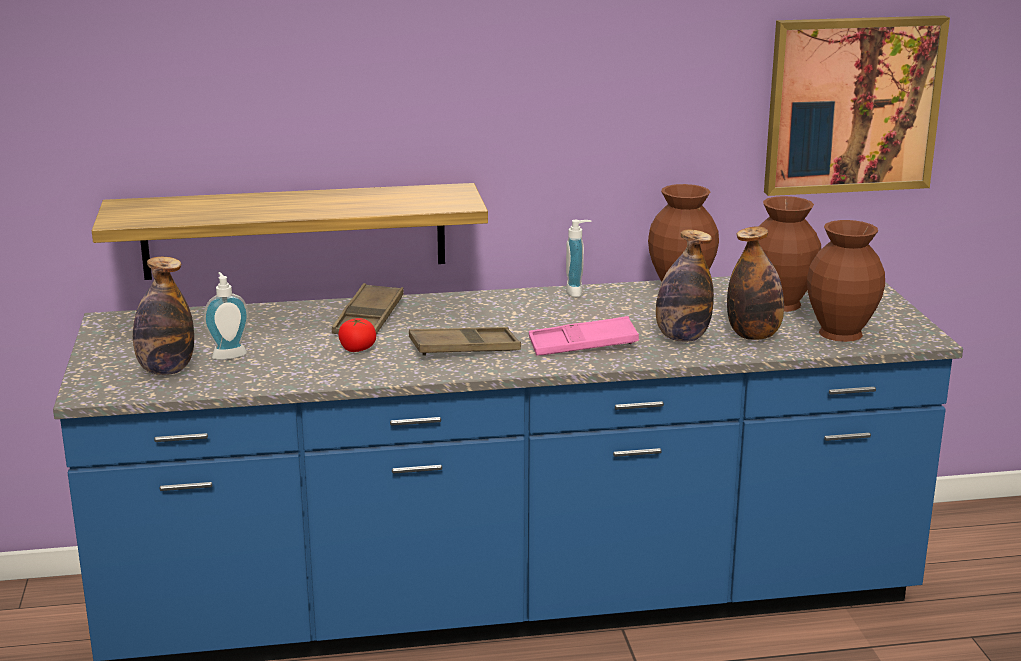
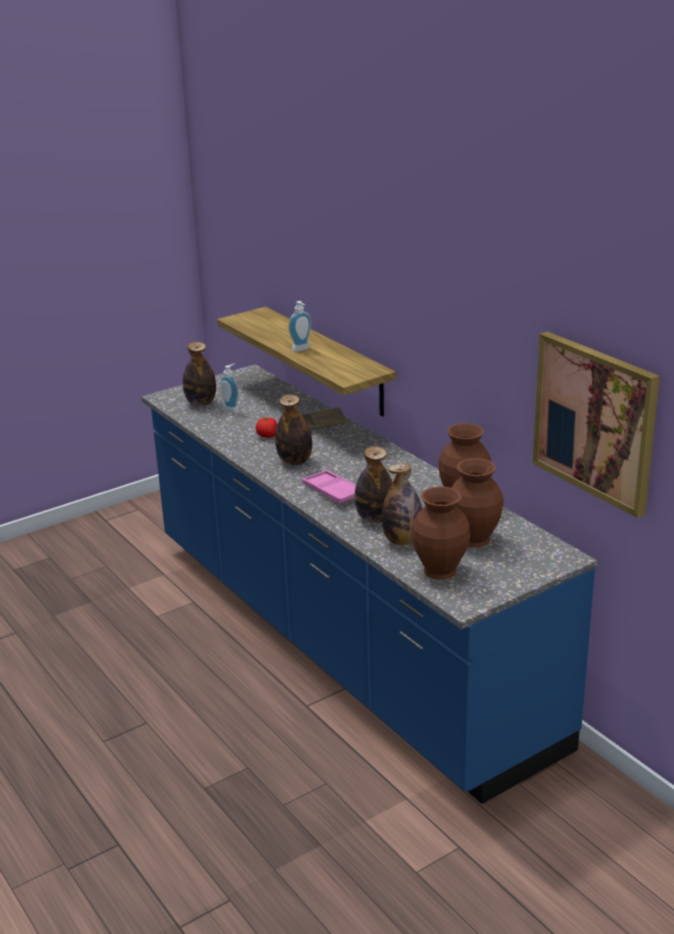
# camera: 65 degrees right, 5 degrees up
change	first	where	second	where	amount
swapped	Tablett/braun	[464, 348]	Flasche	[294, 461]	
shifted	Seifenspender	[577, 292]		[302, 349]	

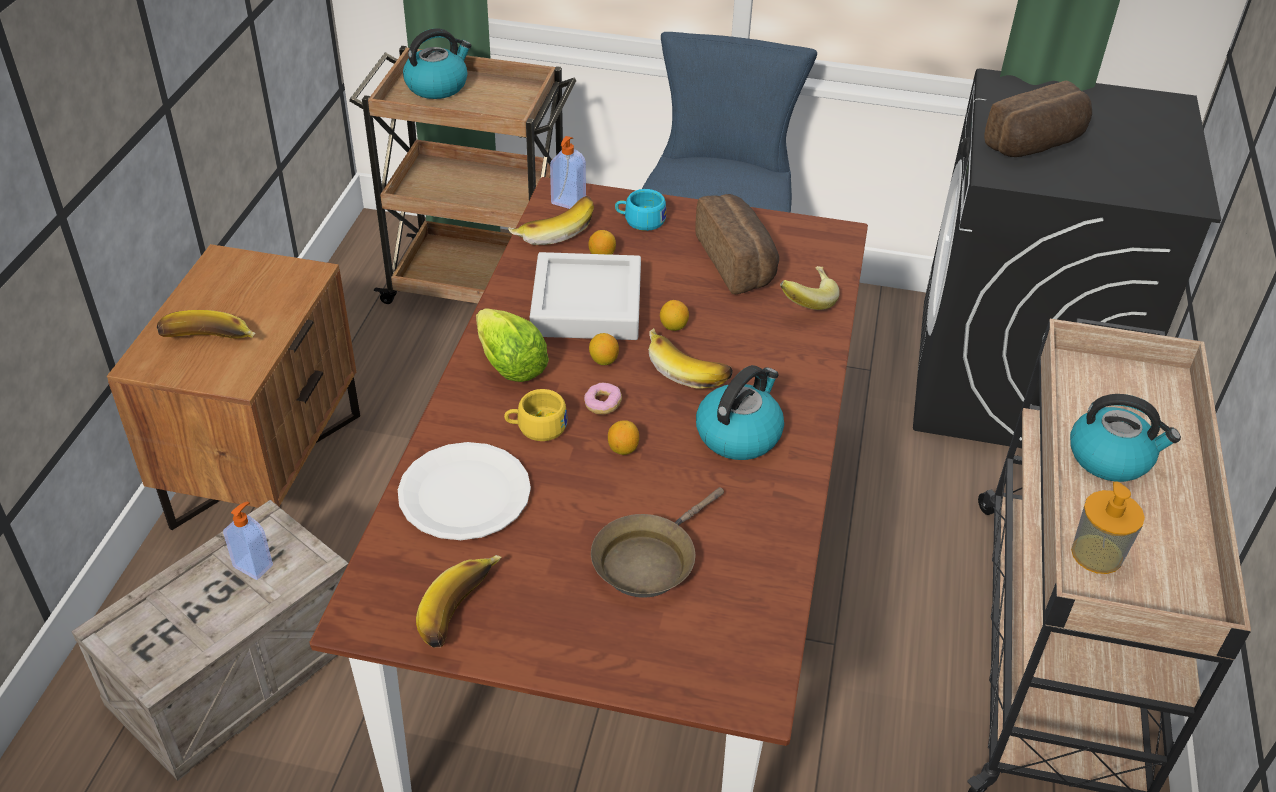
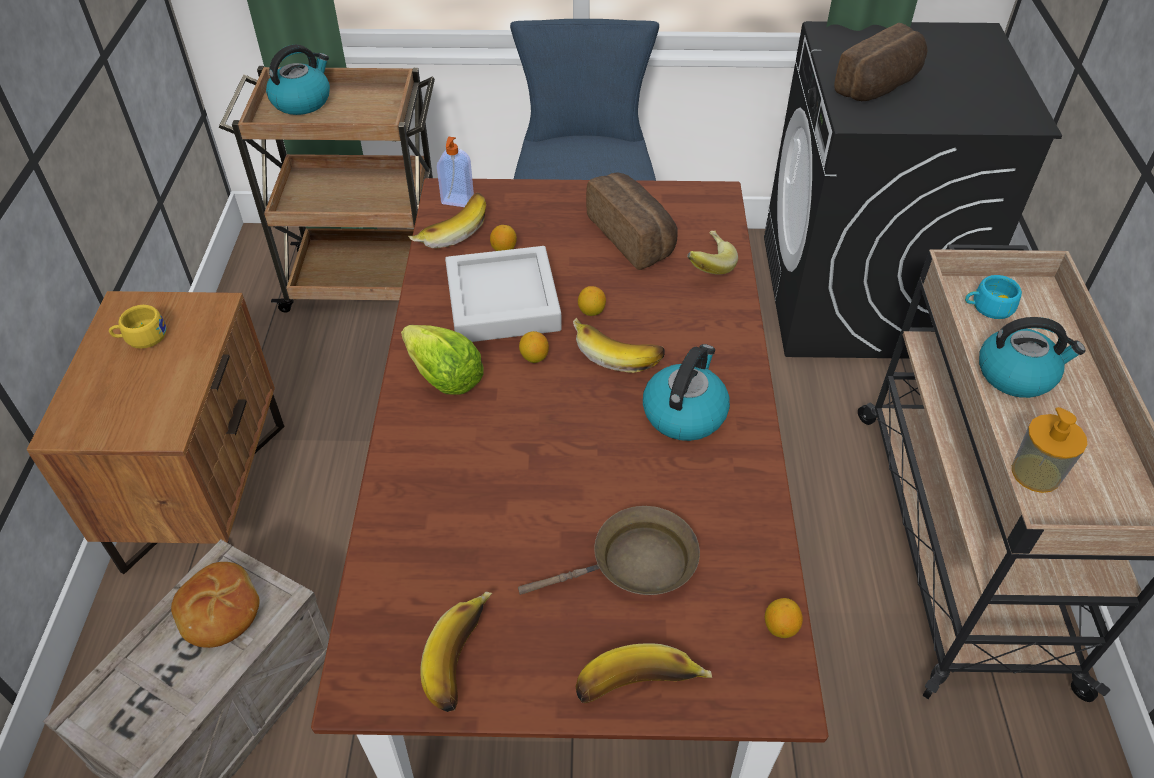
# camera: 10 degrees left, 5 degrees up
change	first	where	second	where	amount
shifted	Banane	[208, 343]		[640, 691]	
swapped	Seifenspender	[254, 565]	Brot	[219, 612]	
gone	Teller/weiß	[465, 493]			
shifted	Tasse/gelb	[536, 427]		[141, 337]	
gone	Donut	[603, 405]			
rotated	Pfanne/braun	[648, 560]		[635, 564]	135 degrees counterclockwise
shifted	Zitrone	[623, 449]		[780, 627]	
shifted	Tasse/türkis	[640, 220]		[987, 307]	

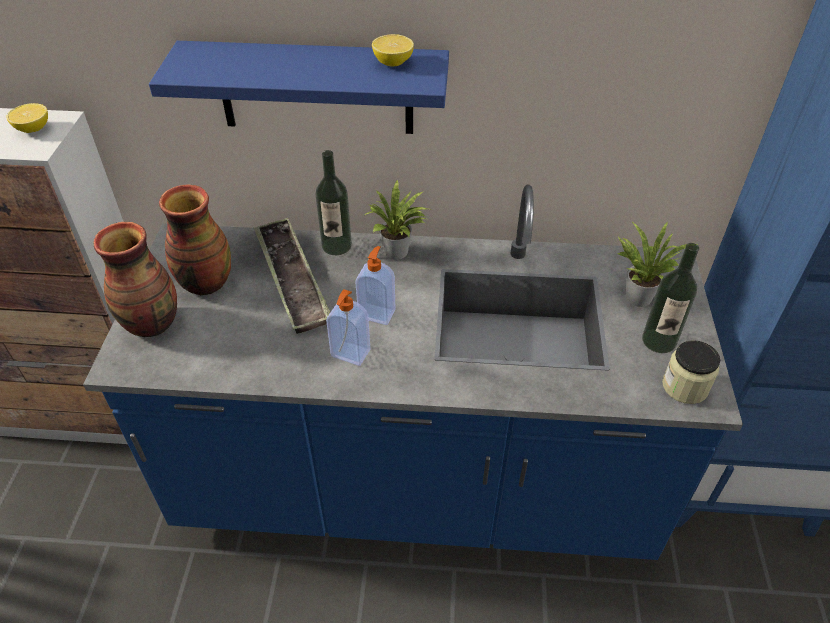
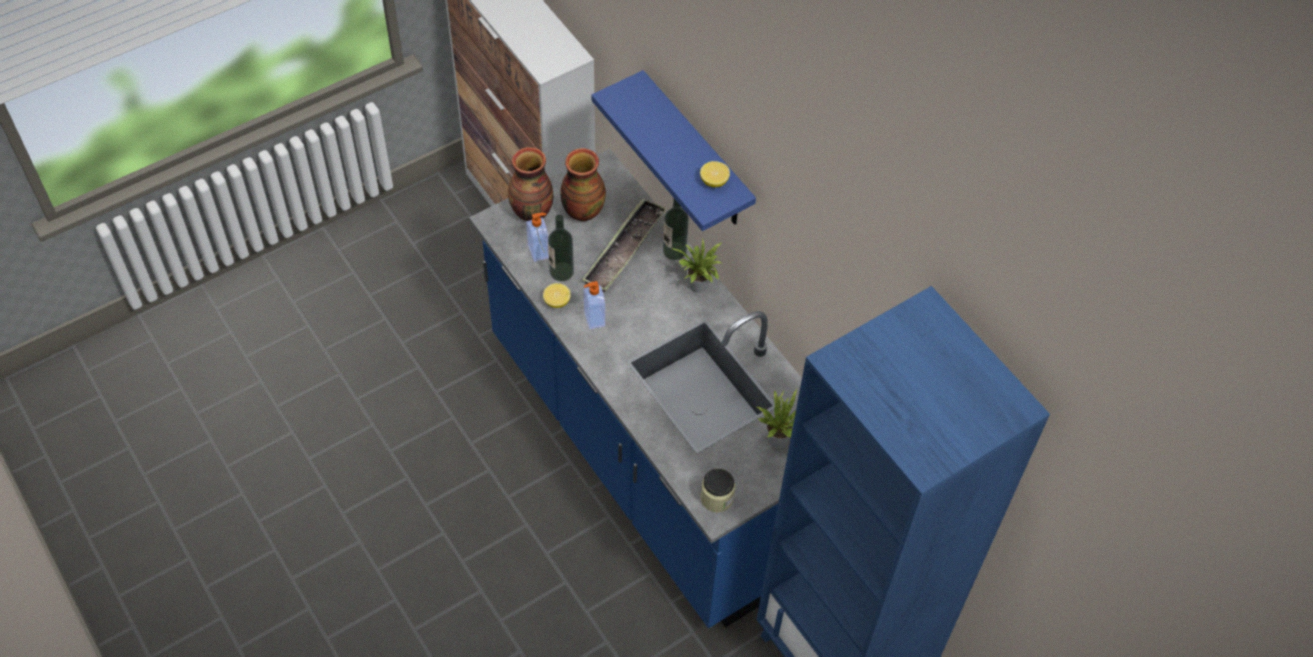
# camera: 50 degrees right, 10 degrees up
change	first	where	second	where	amount
shifted	Zitrone	[33, 129]		[557, 302]	
shifted	Seifenspender	[377, 313]		[539, 251]	
shifted	Flasche	[659, 340]		[561, 271]	

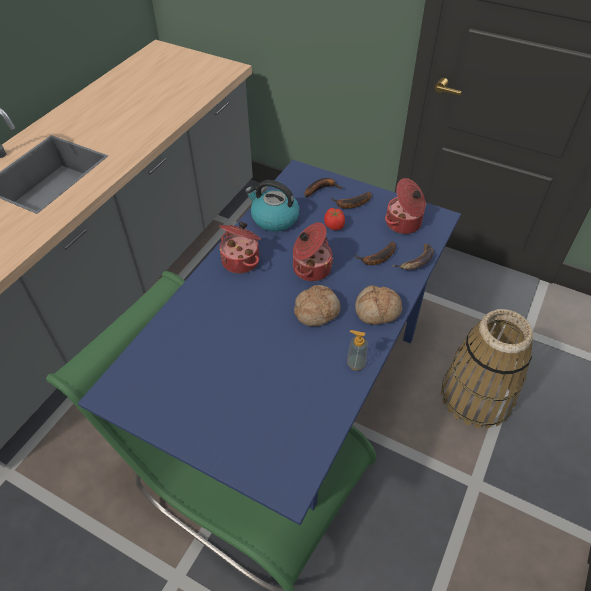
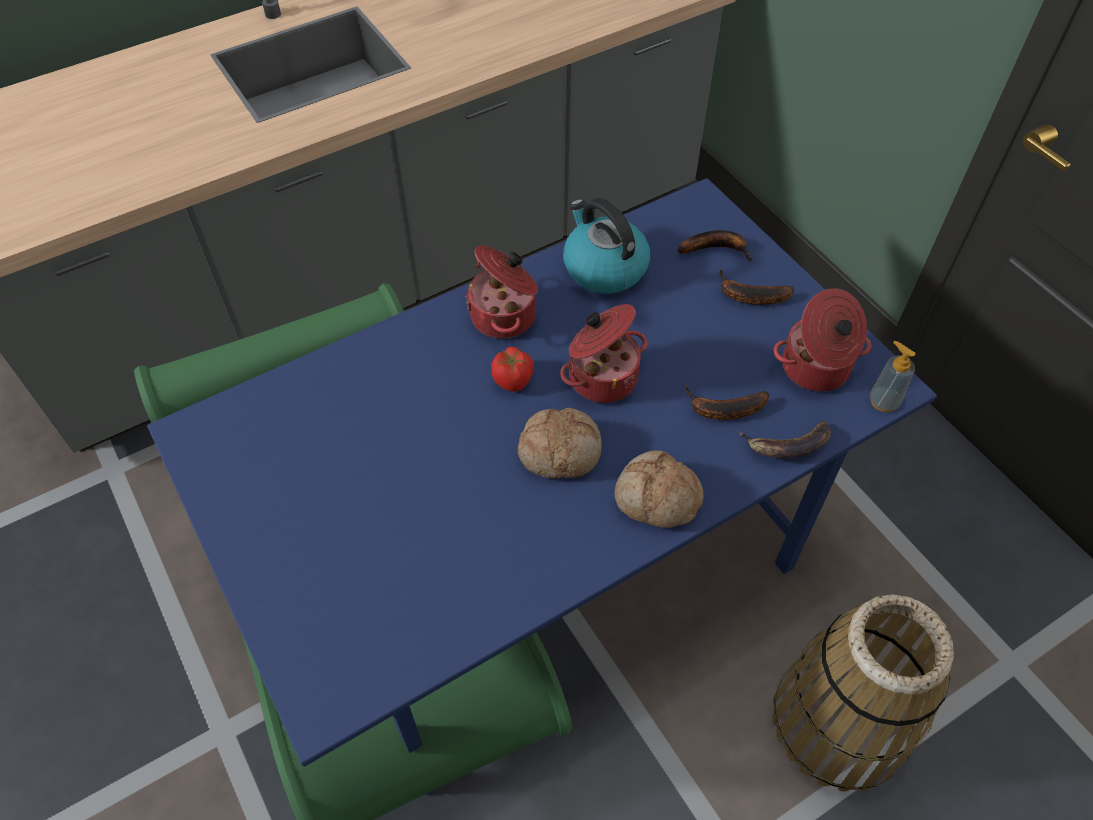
# camera: 30 degrees right, 5 degrees up
change	first	where	second	where	amount
shifted	Tomate	[334, 226]		[513, 380]	
shifted	Seifenspender	[356, 363]		[883, 401]	

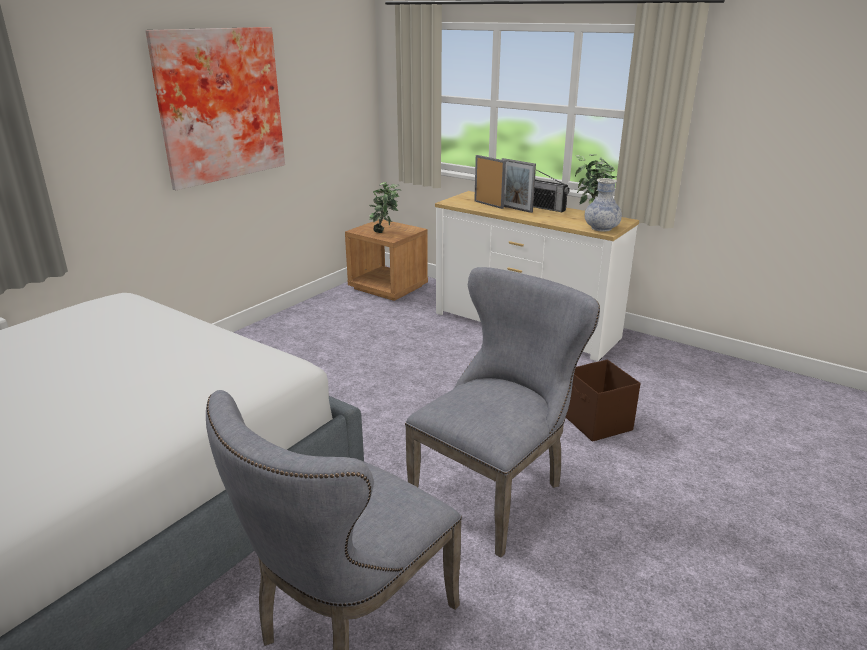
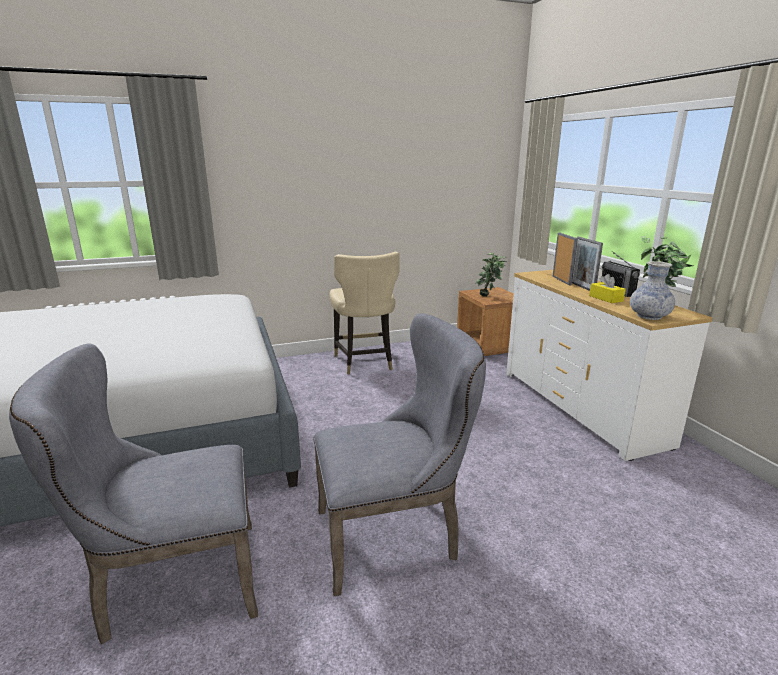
# camera: 35 degrees right, 5 degrees down
change	first	where	second	where	amount
gone	Bild	[218, 105]			
gone	Aufbewahrungsbox/braun	[597, 423]			
new			Stuhl/beige	[364, 362]	
new			Taschentuchbox/gelb	[605, 298]	

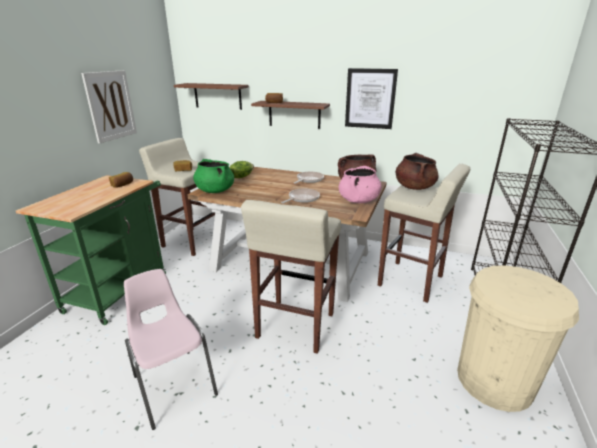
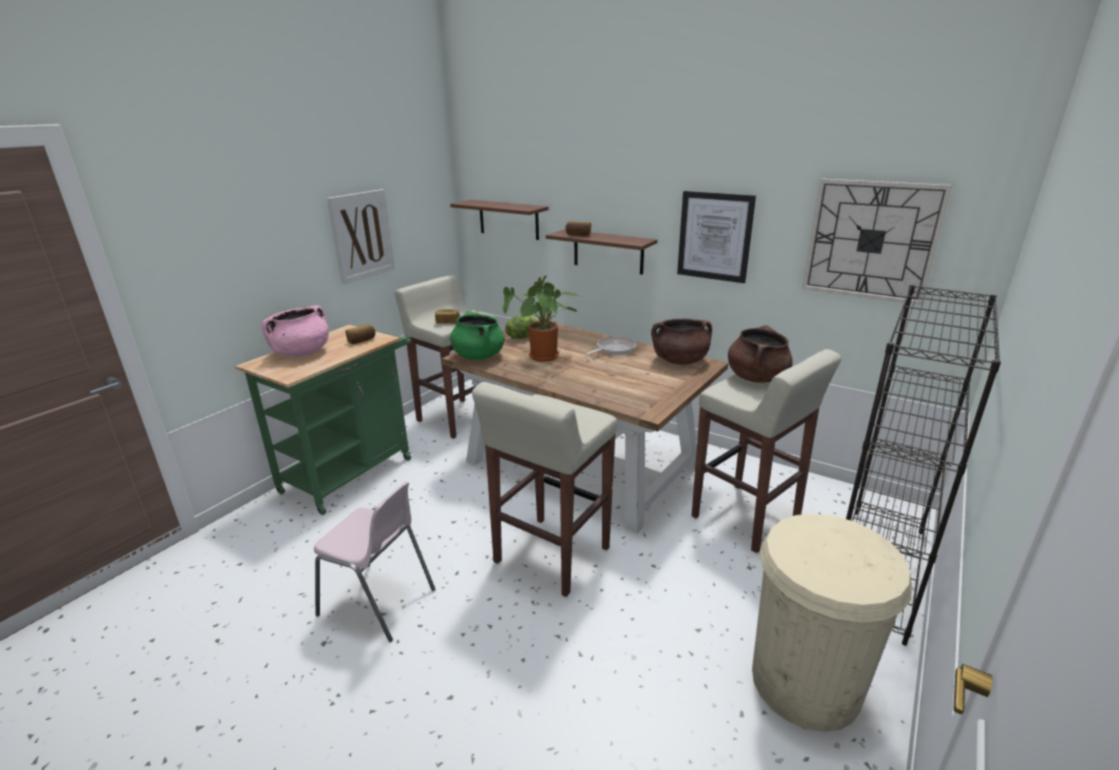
# camera: 15 degrees right, 0 degrees up
change	first	where	second	where	amount
rotated	Stuhl/rosa	[174, 385]		[378, 602]	135 degrees clockwise
gone	Pfanne	[302, 198]			
shifted	Kochtopf/rosa	[358, 200]		[301, 353]	
new			Topfpflanze	[544, 358]	
new			Wanduhr	[871, 240]	

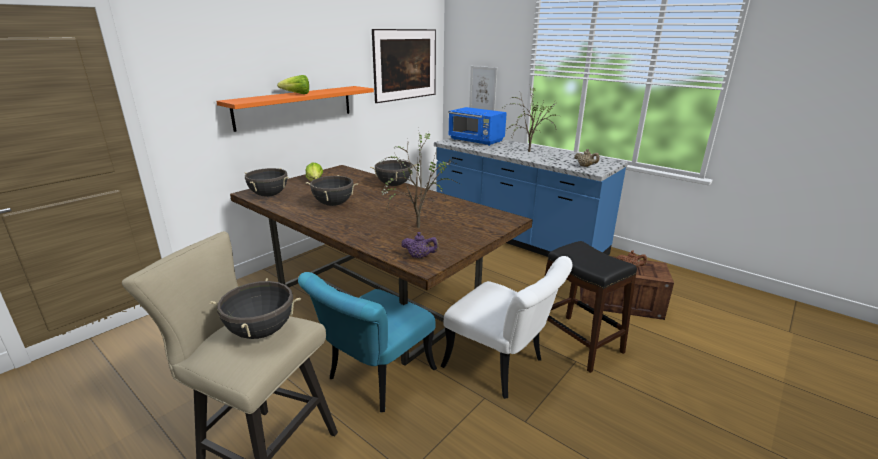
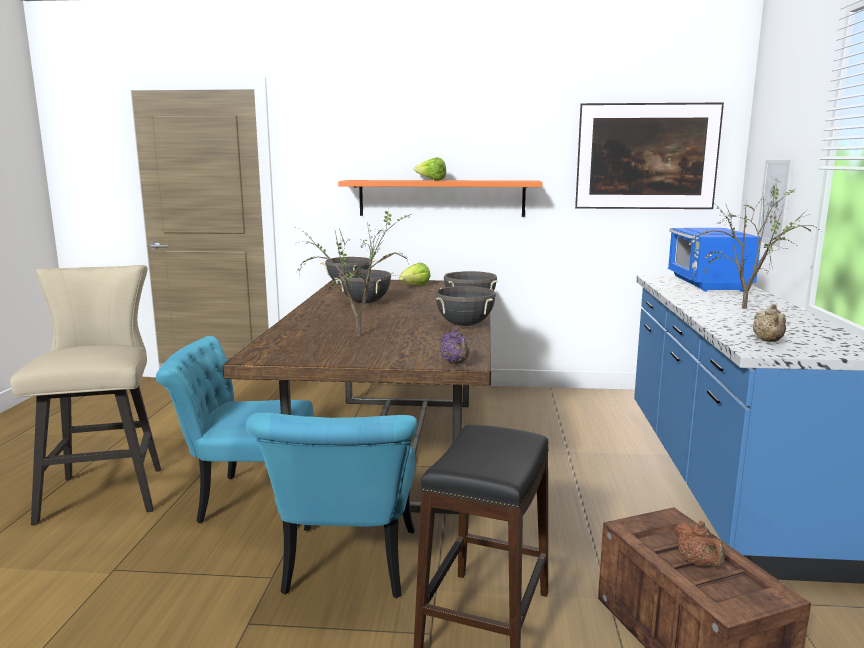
# camera: 55 degrees right, 10 degrees down
change	first	where	second	where	amount
shifted	Kochtopf/schwarz	[261, 331]		[464, 325]	
shifted	Teekanne/lila	[420, 257]		[455, 363]	
repainted	Stuhl/weiß	[502, 367]	Stuhl/türkis	[347, 571]	

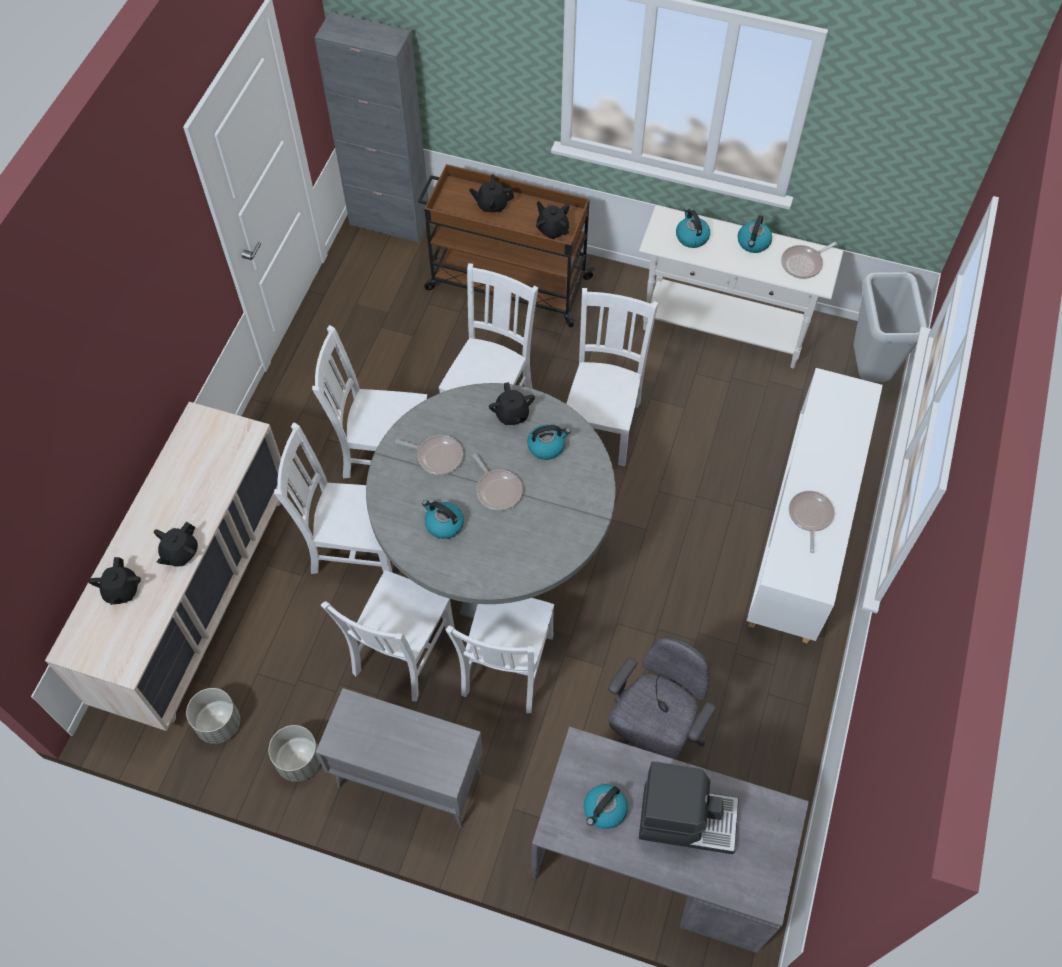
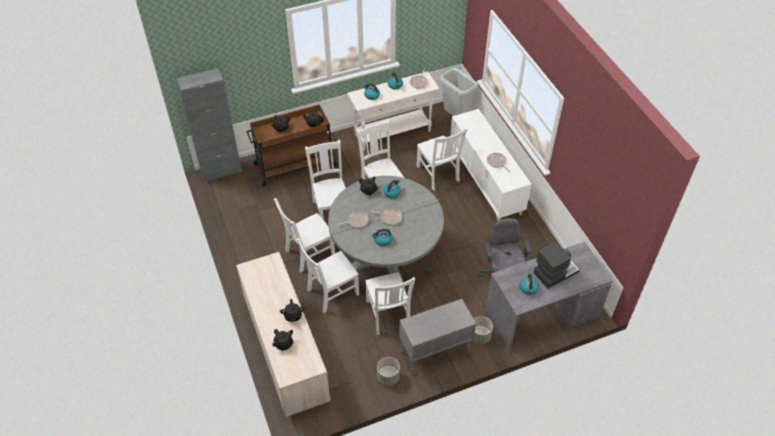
# camera: 40 degrees left, 10 degrees down
change	first	where	second	where	amount
shifted	Pflanzkübel/grau	[218, 724]		[479, 336]	
shifted	Stuhl/weiß	[506, 668]		[438, 174]	

